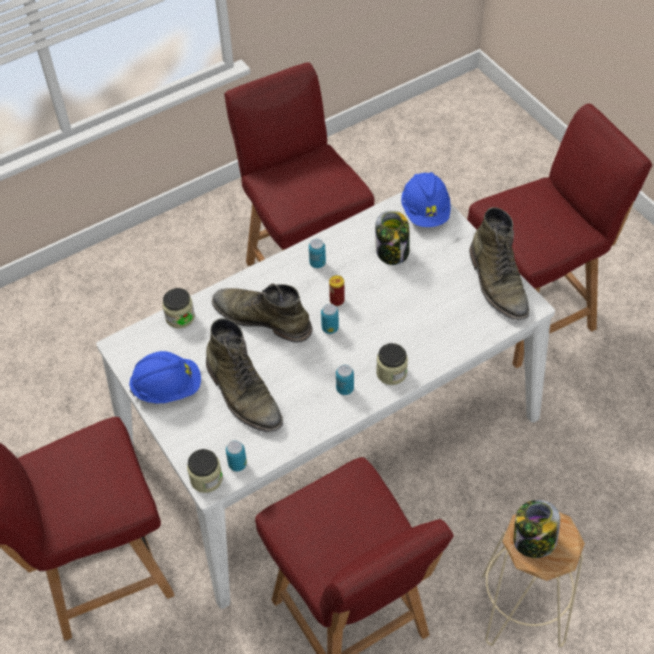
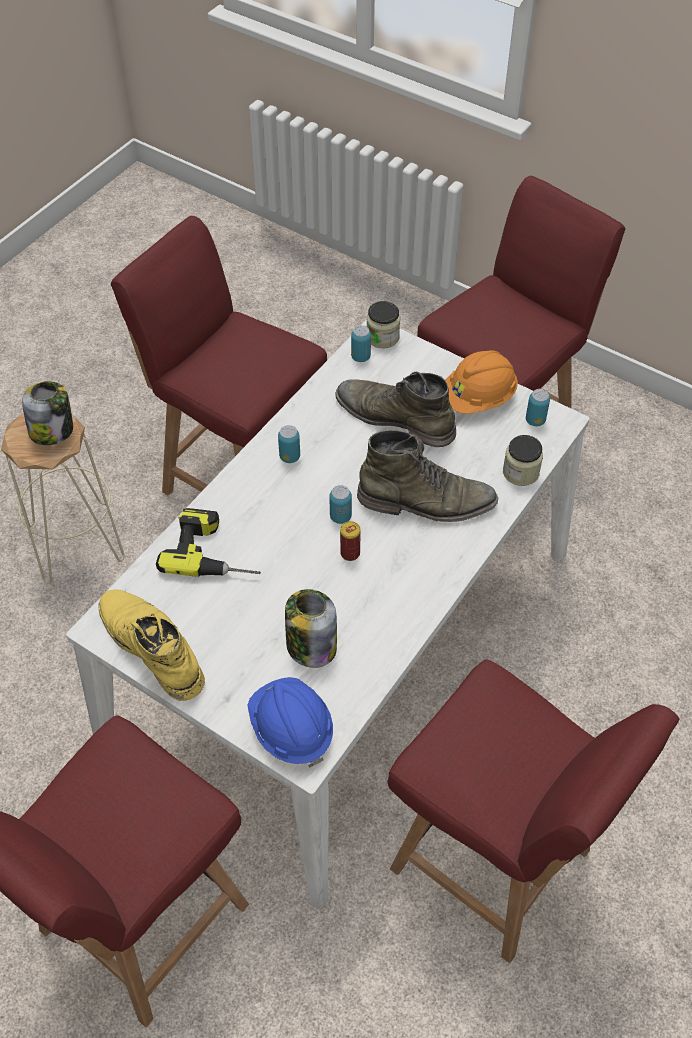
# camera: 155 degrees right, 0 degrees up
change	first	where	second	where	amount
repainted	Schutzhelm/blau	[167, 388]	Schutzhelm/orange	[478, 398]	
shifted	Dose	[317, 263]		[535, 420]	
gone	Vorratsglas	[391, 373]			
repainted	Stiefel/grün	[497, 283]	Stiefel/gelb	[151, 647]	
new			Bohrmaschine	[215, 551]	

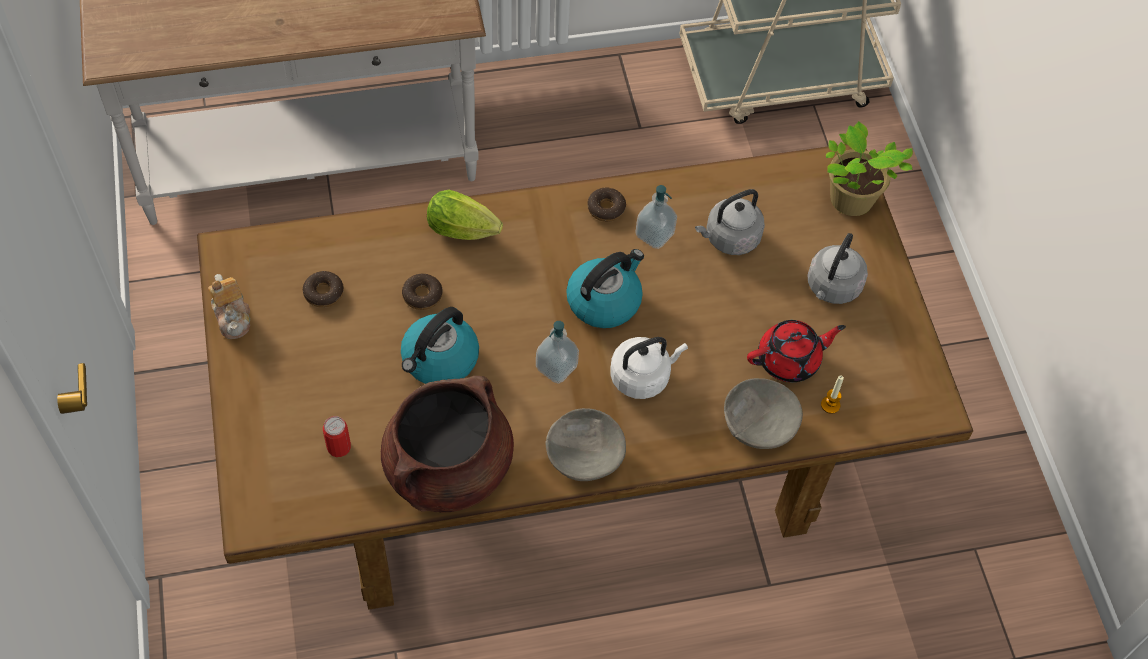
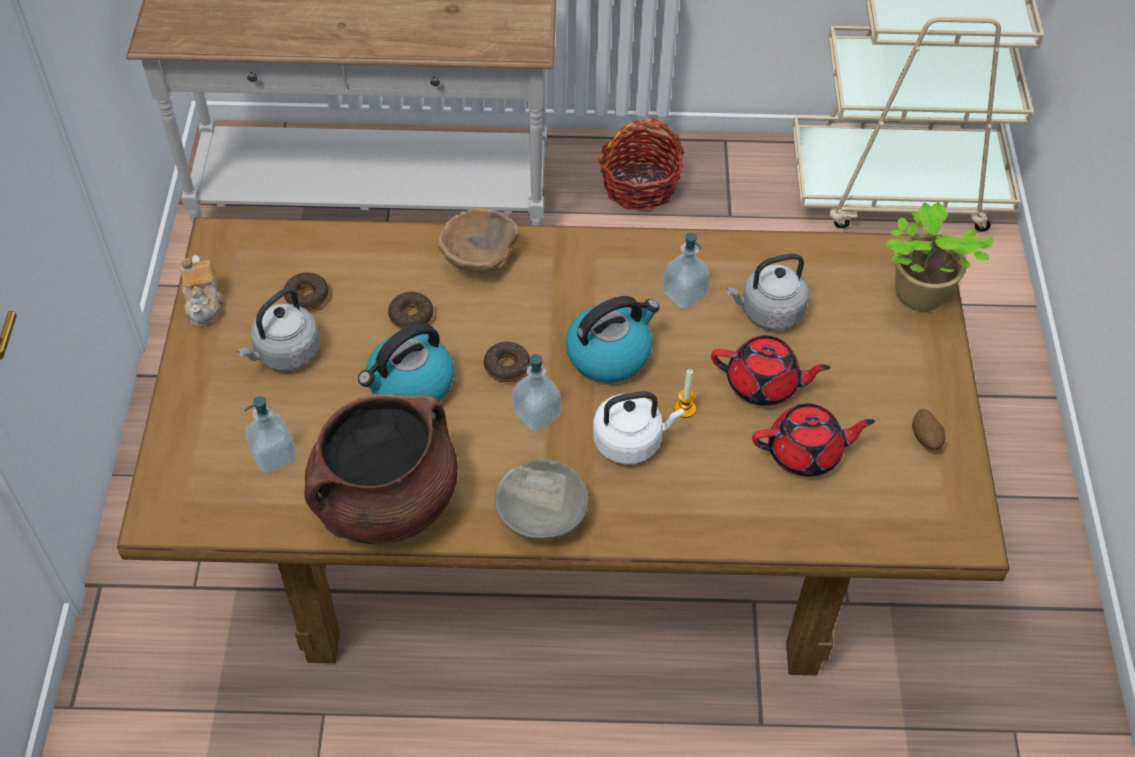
# camera: 15 degrees right, 5 degrees down
change	first	where	second	where	amount
swapped	Dose	[339, 447]	Seifenspender	[274, 456]	
swapped	Salatkopf	[466, 231]	Schüssel/braun	[477, 258]	
shifted	Donut	[606, 208]		[507, 366]	
gone	Schüssel/grau	[759, 427]			
shifted	Wasserkessel/grau	[832, 288]		[285, 353]	
shifted	Kerze	[830, 405]		[685, 409]	
new			Korb	[639, 186]	
new			Teekanne/rot	[763, 384]	
new			Kartoffel	[925, 439]	

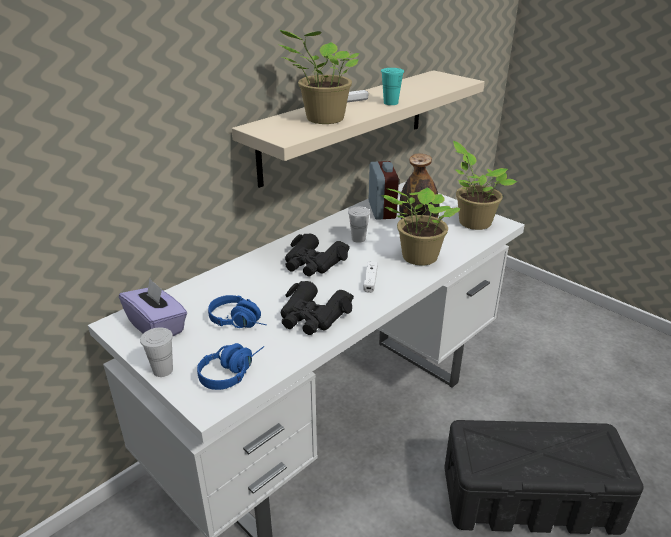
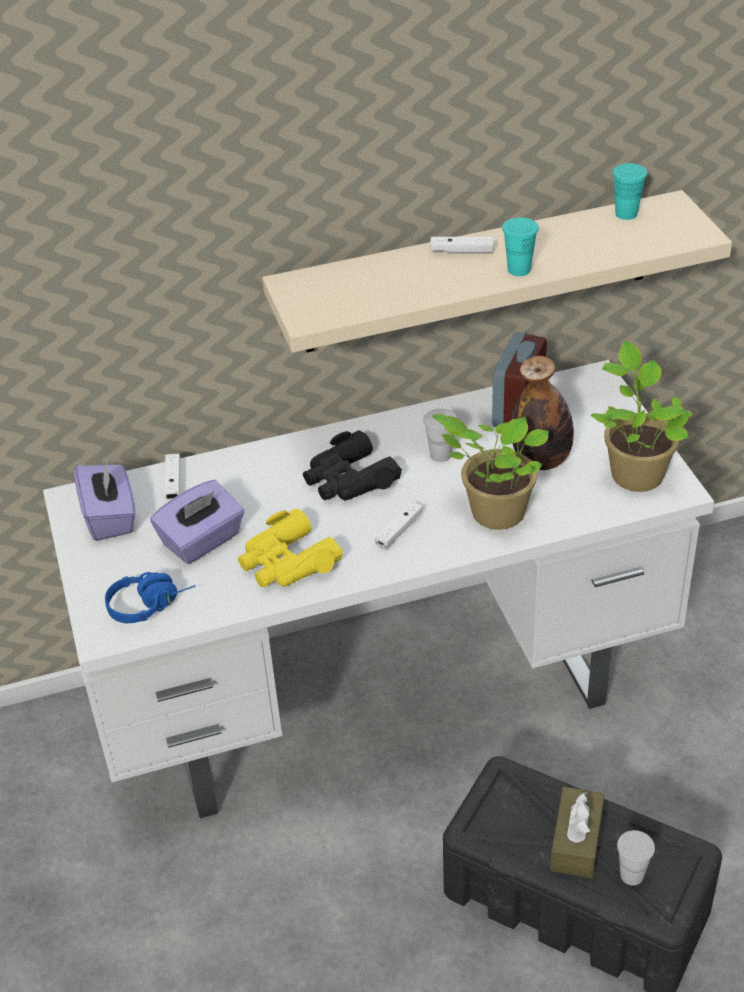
# camera: 30 degrees right, 10 degrees up
change	first	where	second	where	amount
shifted	Tasse/weiß	[163, 370]		[631, 875]	
swapped	Kopfhörer/blau	[241, 322]	Taschentuchbox/lila	[202, 541]	
gone	Topfpflanze	[322, 119]			
repainted	Fernglas/schwarz	[313, 317]	Fernglas/gelb	[287, 562]	
new			Gamepad/weiß	[173, 482]	
new			Taschentuchbox/braun	[576, 841]	
new			Tasse/türkis	[626, 214]	

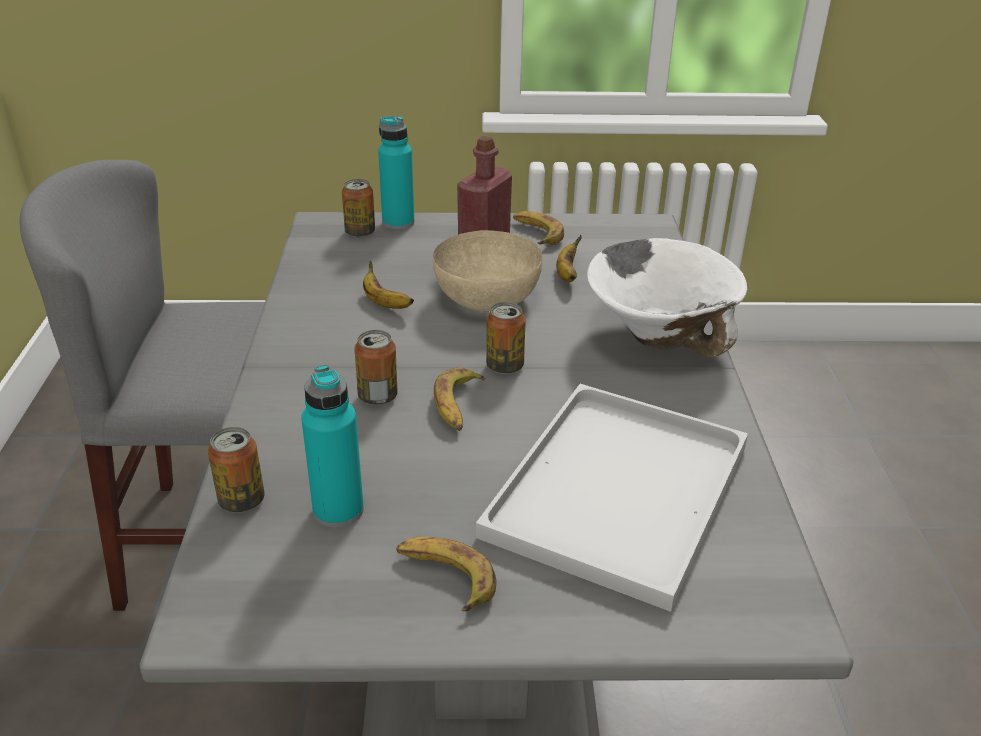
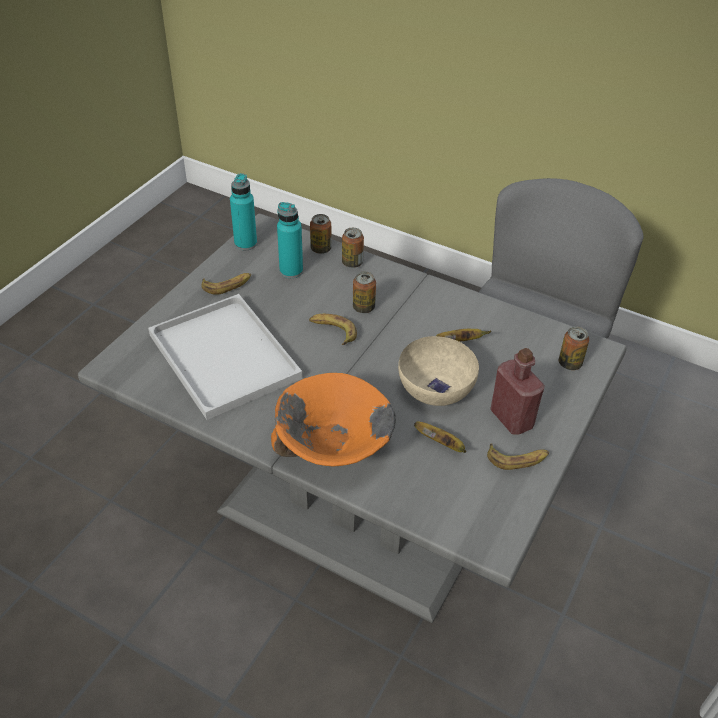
# camera: 120 degrees right, 10 degrees up
change	first	where	second	where	amount
shifted	Flasche/türkis	[398, 222]		[245, 243]	
shifted	Dose	[504, 366]		[352, 263]	
repainted	Schüssel/weiß	[659, 334]	Schüssel/orange	[333, 449]	

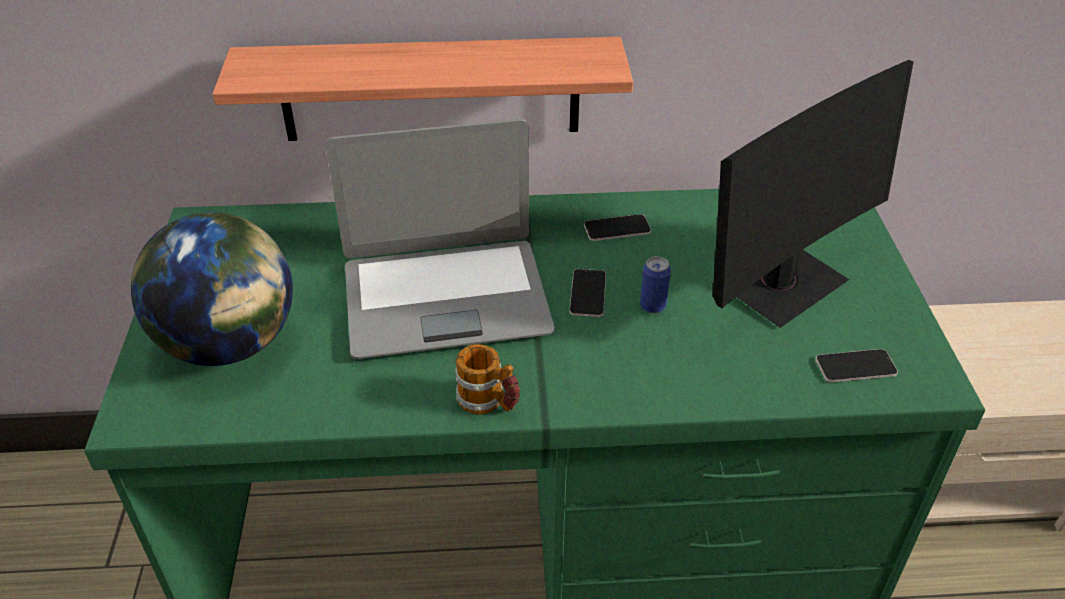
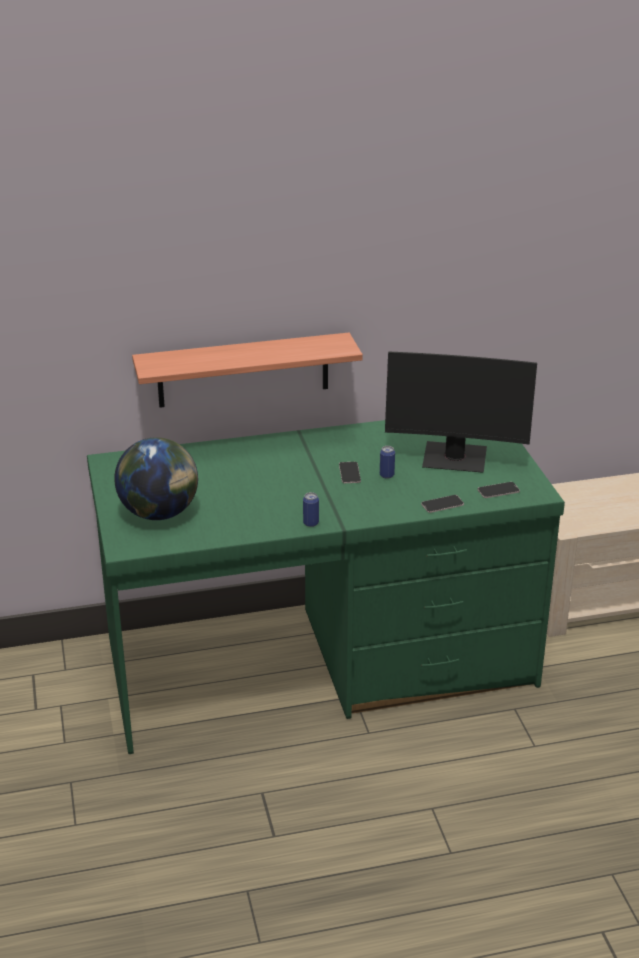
# camera: 10 degrees left, 10 degrees down
change	first	where	second	where	amount
gone	Laptop	[445, 298]			
swapped	Henkelbecher	[488, 402]	Dose	[311, 523]	
shifted	Handy	[617, 228]		[442, 504]	
rotated	Monitor	[781, 283]		[455, 459]	60 degrees clockwise

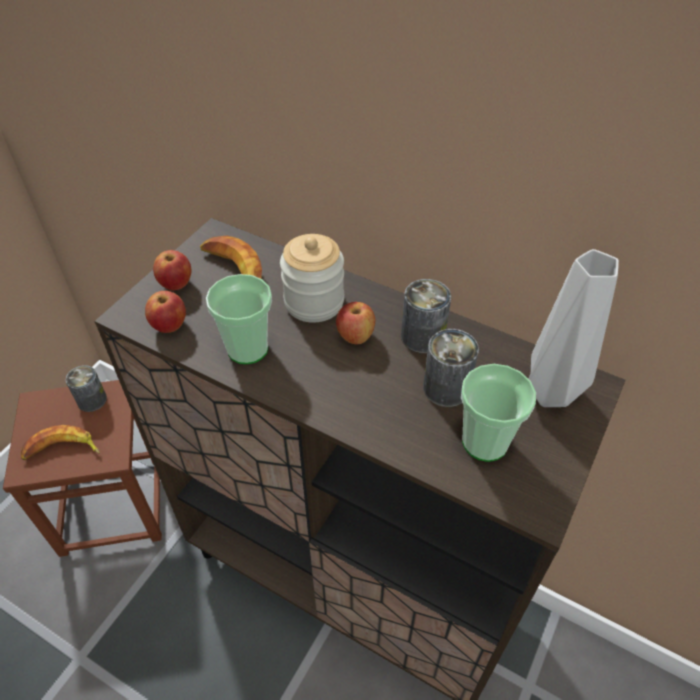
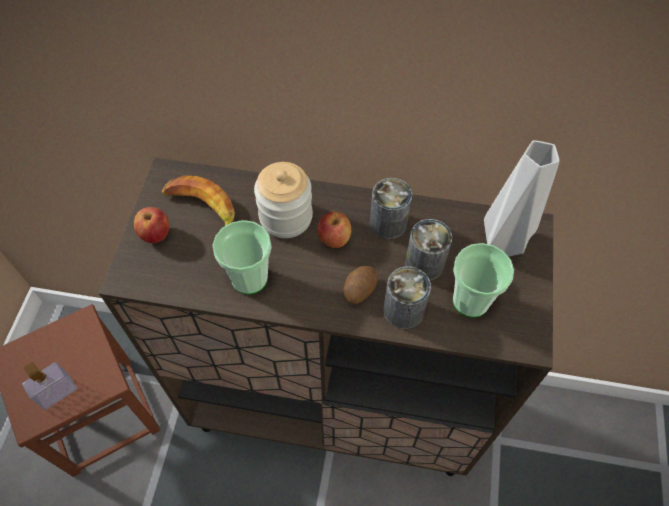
# camera: 20 degrees left, 10 degrees up
change	first	where	second	where	amount
swapped	Banane	[61, 450]	Seifenspender	[57, 392]	
shifted	Dose	[92, 400]		[403, 310]	
gone	Apfel	[170, 325]			
new			Kartoffel	[359, 289]	

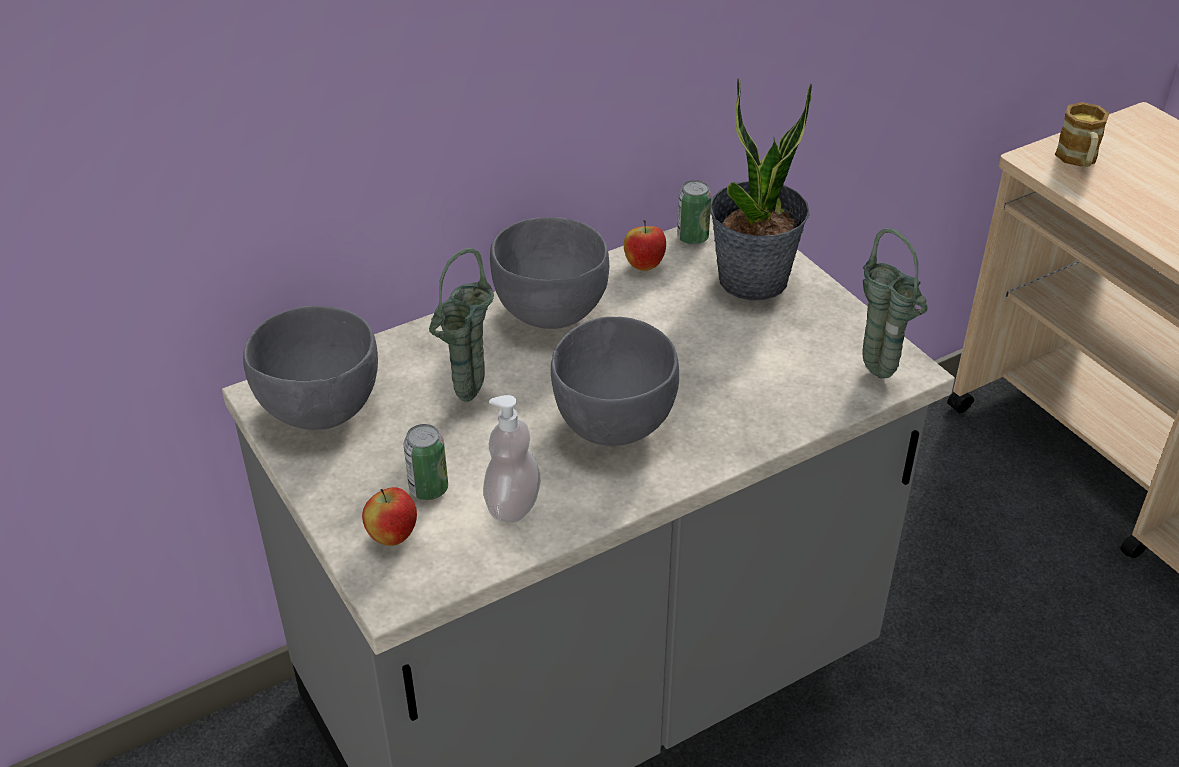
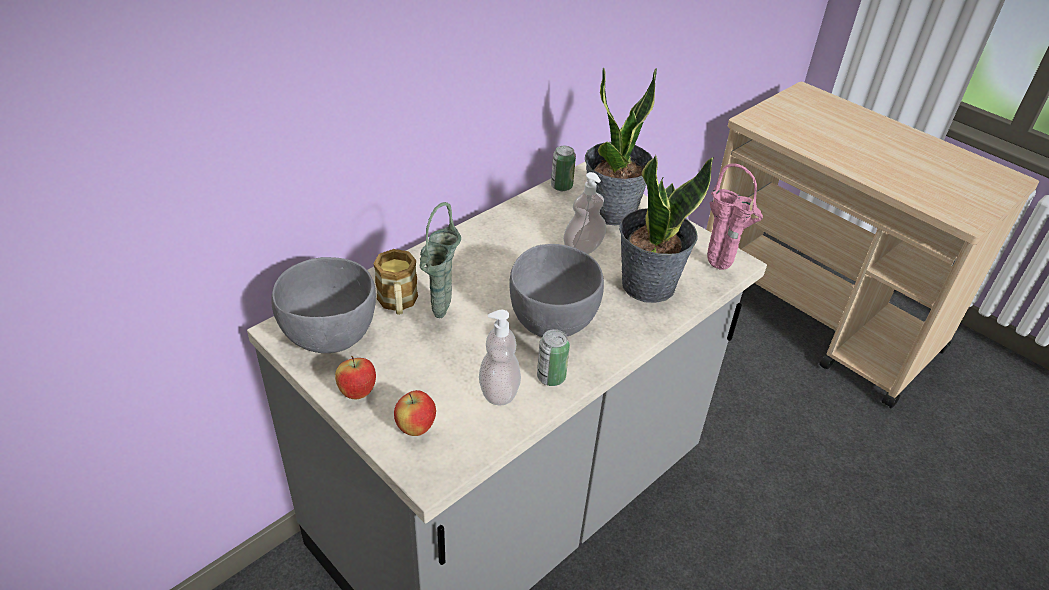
# camera: 15 degrees left, 0 degrees up
change	first	where	second	where	amount
shifted	Dose	[429, 489]		[551, 377]	
gone	Schüssel/grau	[551, 313]			
shifted	Apfel	[644, 266]		[358, 393]	
repainted	Vase/grün	[881, 377]	Vase/rosa	[720, 269]	
shifted	Henkelbecher	[1078, 160]		[398, 303]	
new			Seifenspender	[583, 248]	
new			Topfpflanze	[647, 284]	

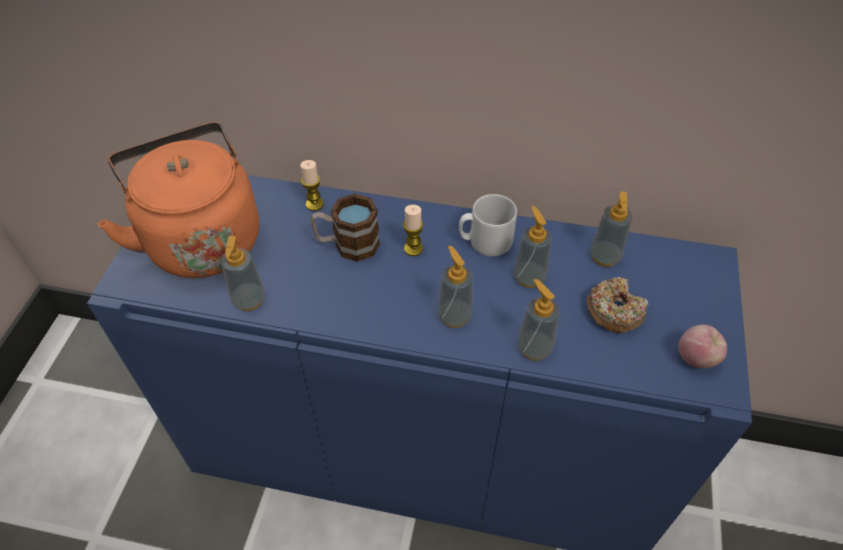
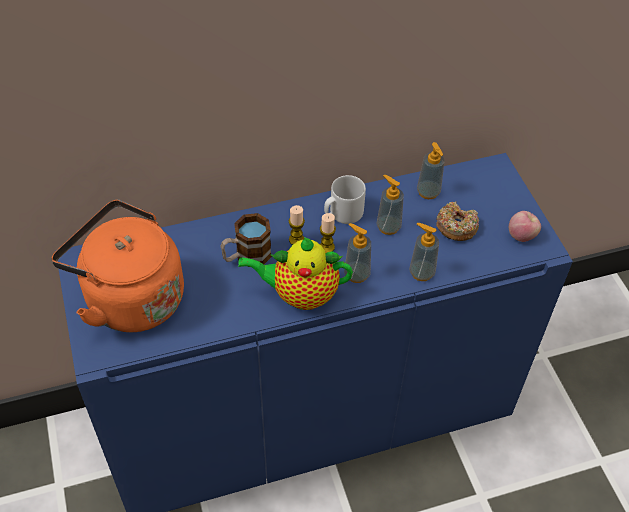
# camera: 30 degrees left, 0 degrees up
change	first	where	second	where	amount
gone	Seifenspender	[249, 300]			
shifted	Kerze	[314, 204]		[326, 247]	
new			Teekanne	[300, 294]	

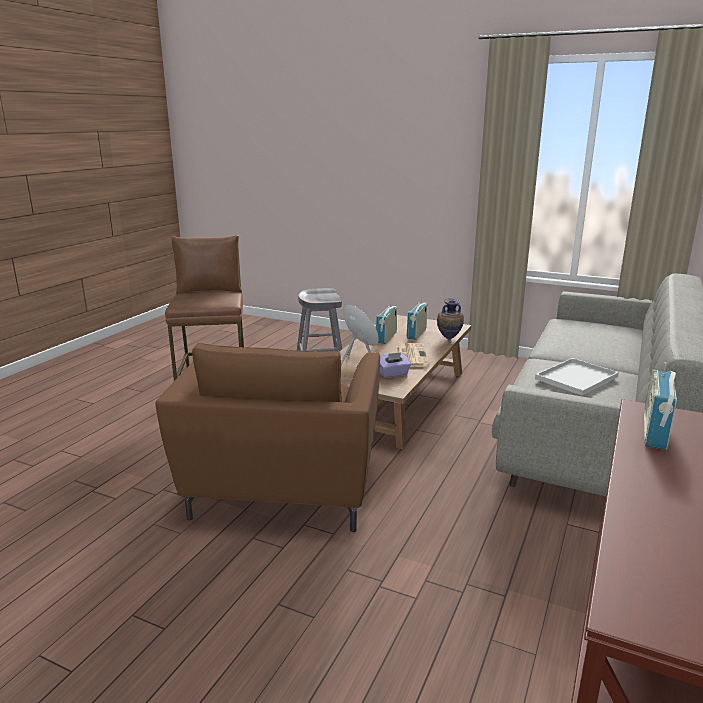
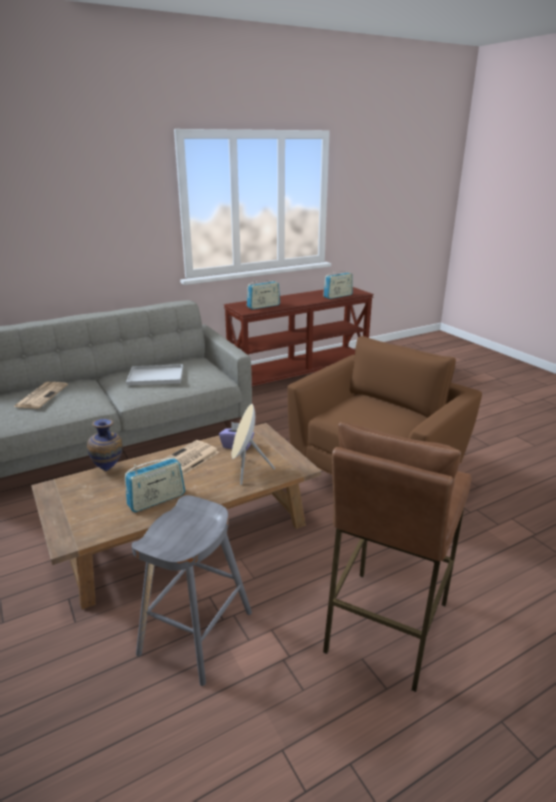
# camera: 145 degrees left, 5 degrees up
change	first	where	second	where	amount
shifted	Radio	[416, 333]		[338, 296]	
new			Zeitung	[41, 395]	

